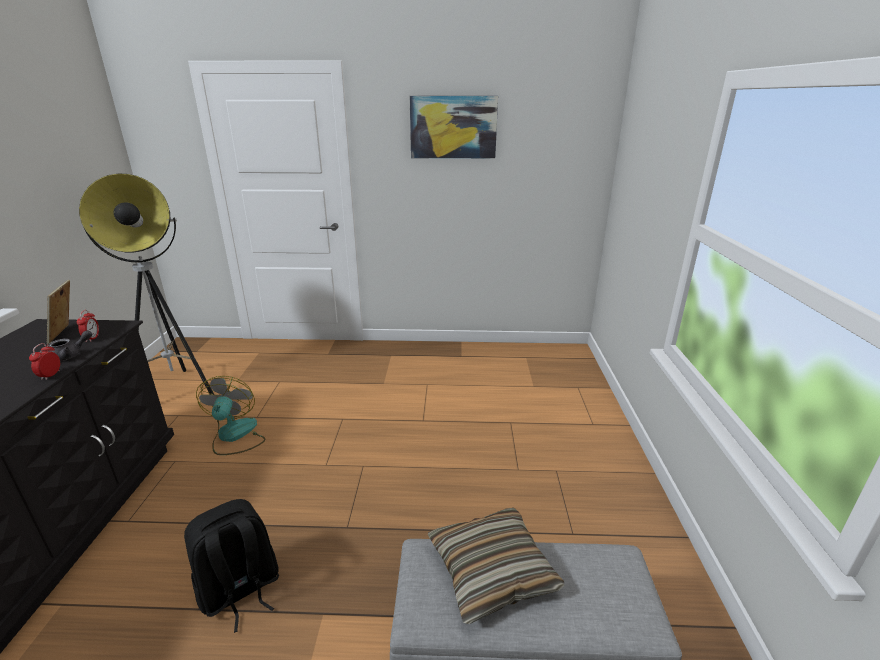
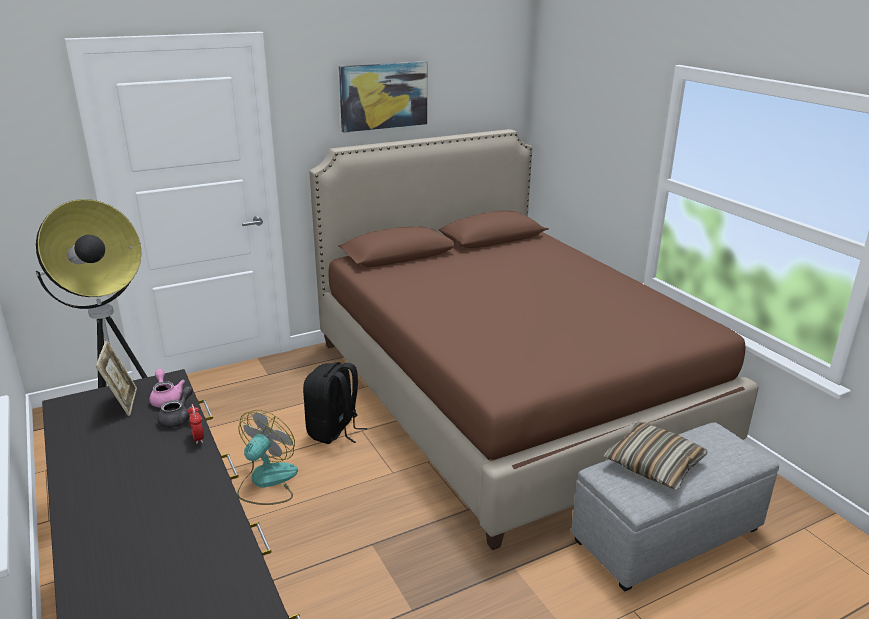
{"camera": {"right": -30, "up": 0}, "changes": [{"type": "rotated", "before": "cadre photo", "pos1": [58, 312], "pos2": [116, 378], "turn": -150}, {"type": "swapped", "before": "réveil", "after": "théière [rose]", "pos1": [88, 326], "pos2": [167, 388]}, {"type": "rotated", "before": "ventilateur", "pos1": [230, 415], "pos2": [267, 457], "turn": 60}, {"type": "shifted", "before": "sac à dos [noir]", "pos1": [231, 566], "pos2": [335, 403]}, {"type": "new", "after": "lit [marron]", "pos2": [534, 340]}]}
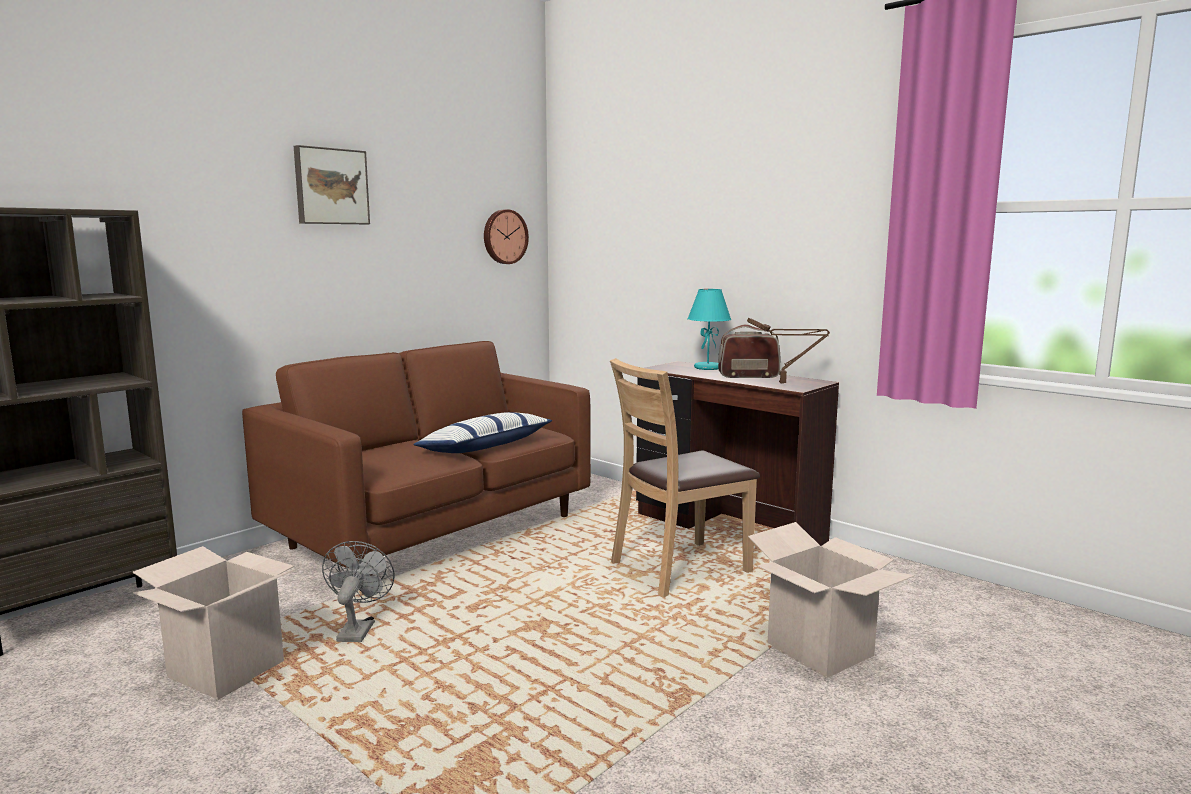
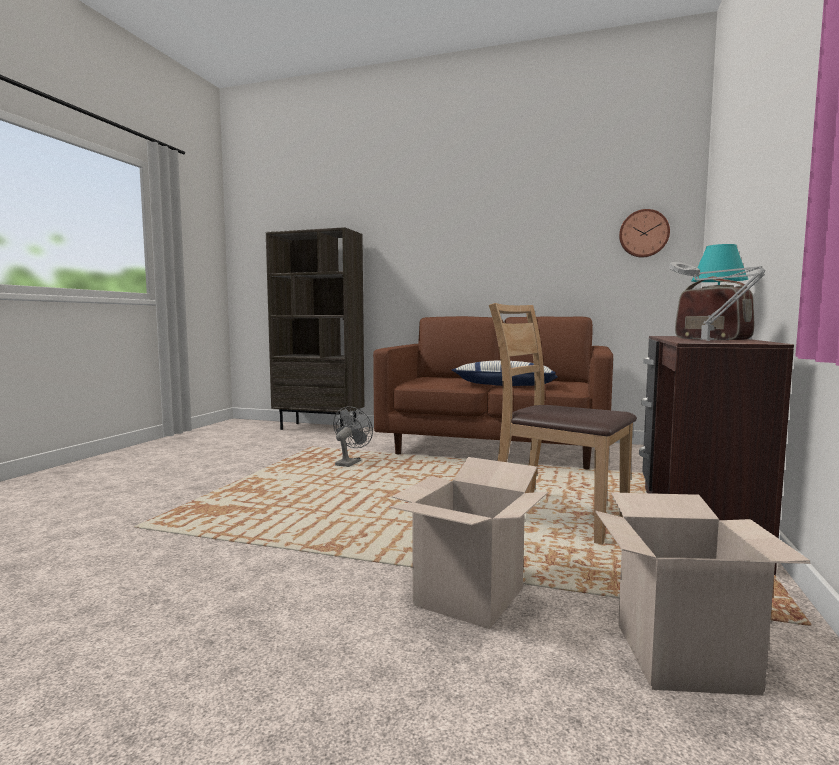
{"camera": {"right": 65, "up": -5}, "changes": [{"type": "gone", "before": "tableau", "pos1": [332, 184]}, {"type": "repainted", "before": "lampe de table [marron]", "after": "lampe de table [gris]", "pos1": [788, 351], "pos2": [717, 301]}, {"type": "rotated", "before": "ventilateur [gris]", "pos1": [358, 591], "pos2": [353, 436], "turn": -45}, {"type": "shifted", "before": "carton", "pos1": [216, 623], "pos2": [703, 594]}]}
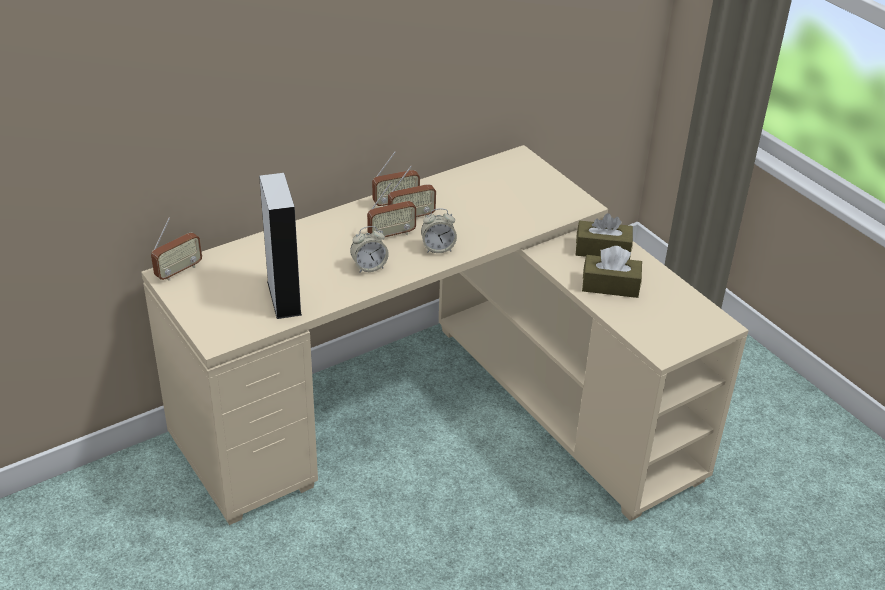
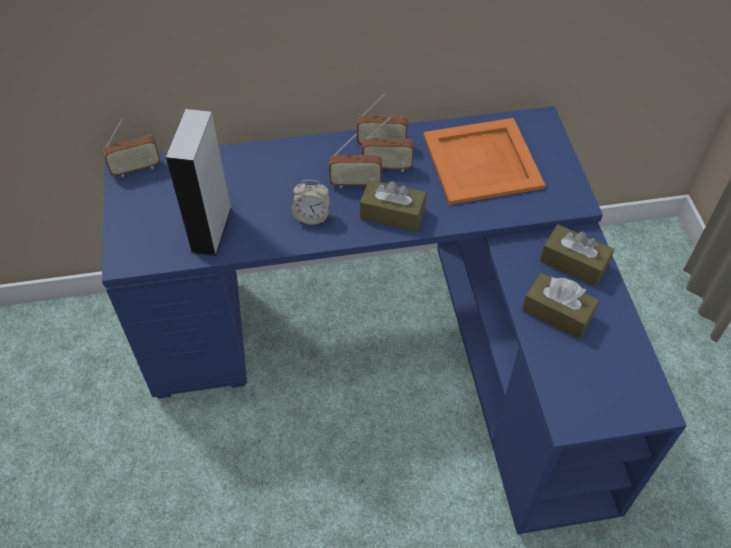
{"camera": {"right": 25, "up": 15}, "changes": [{"type": "repainted", "before": "bureau [beige]", "after": "bureau [bleu]", "pos1": [445, 335], "pos2": [394, 320]}, {"type": "swapped", "before": "réveil", "after": "boîte à mouchoirs [marron]", "pos1": [439, 230], "pos2": [393, 206]}, {"type": "new", "after": "plateau [orange]", "pos2": [484, 161]}]}
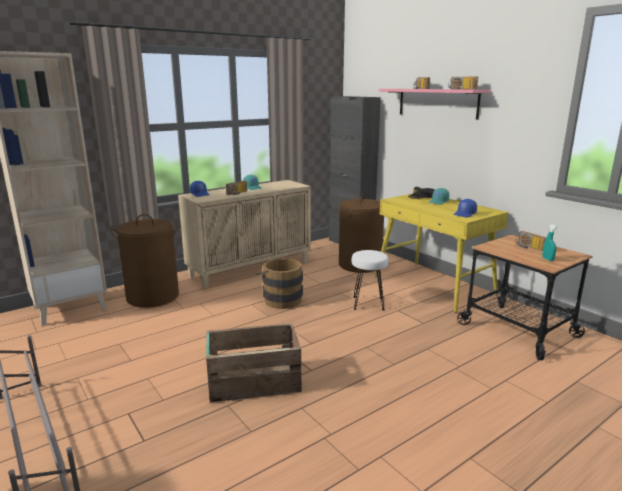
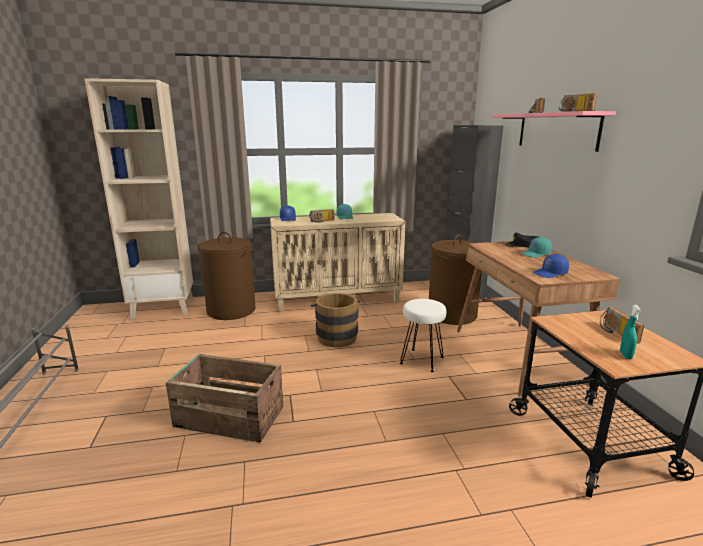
{"camera": {"right": 25, "up": 0}, "changes": [{"type": "repainted", "before": "bureau [jaune]", "after": "bureau [marron]", "pos1": [441, 253], "pos2": [538, 318]}]}
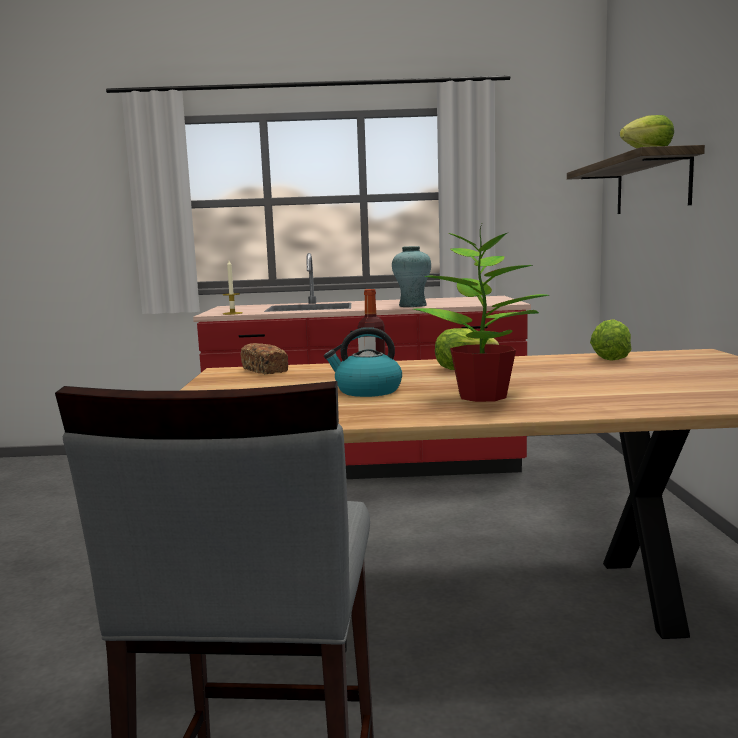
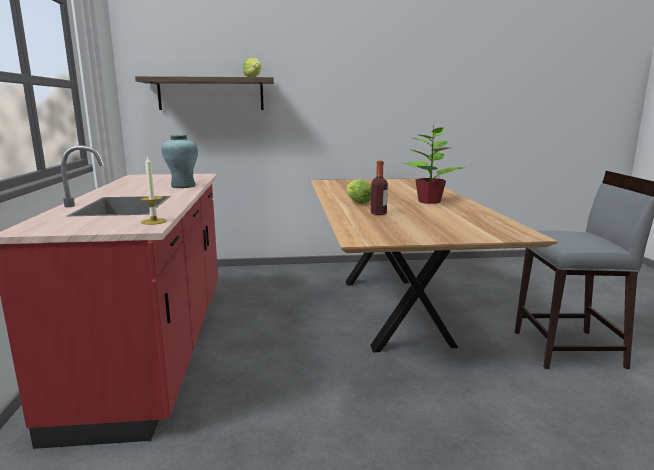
{"camera": {"right": -95, "up": 5}, "changes": [{"type": "gone", "before": "laitue", "pos1": [611, 340]}, {"type": "gone", "before": "bouilloire", "pos1": [363, 362]}, {"type": "gone", "before": "pain", "pos1": [264, 358]}]}
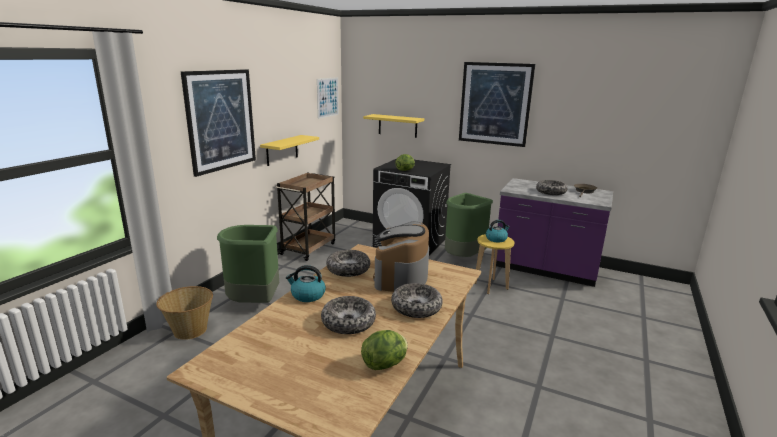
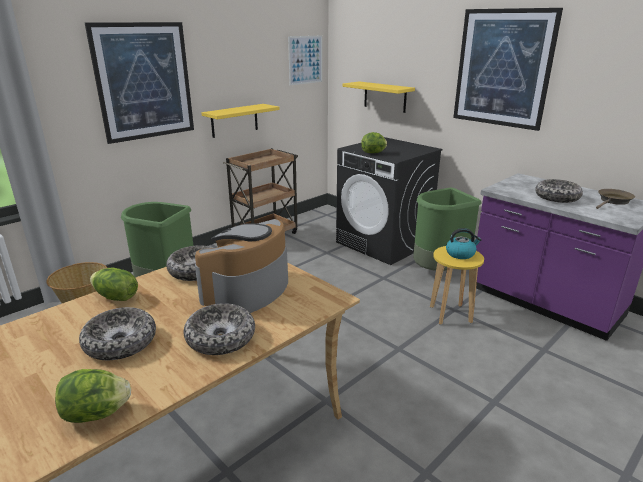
{"camera": {"right": 20, "up": 5}, "changes": [{"type": "swapped", "before": "bouilloire", "after": "laitue", "pos1": [306, 283], "pos2": [114, 284]}]}
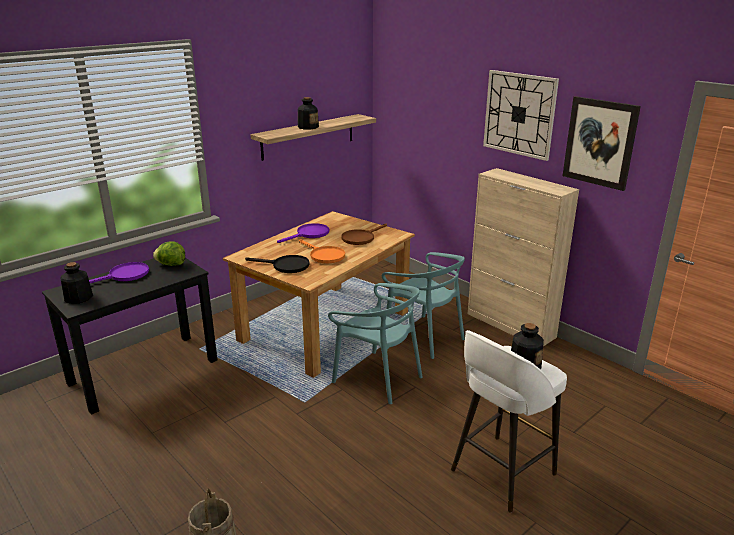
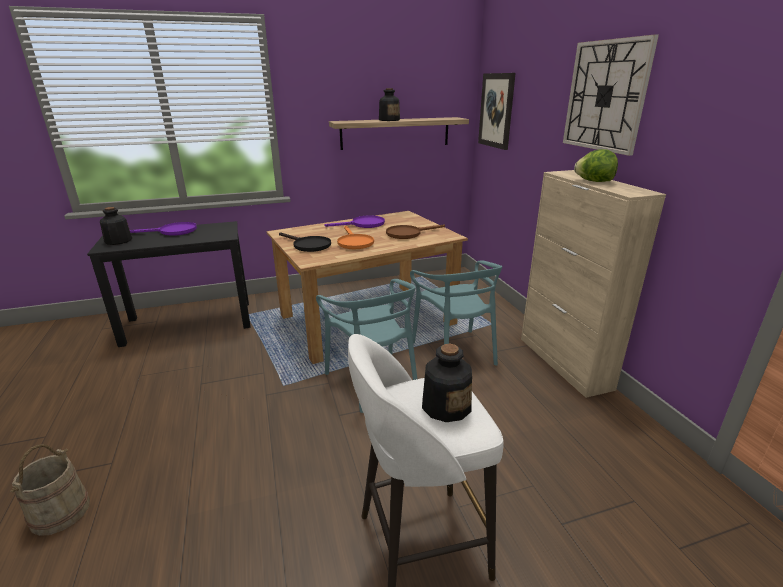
{"camera": {"right": 25, "up": 0}, "changes": [{"type": "shifted", "before": "tableau", "pos1": [602, 143], "pos2": [496, 111]}, {"type": "shifted", "before": "laitue", "pos1": [169, 253], "pos2": [596, 165]}]}
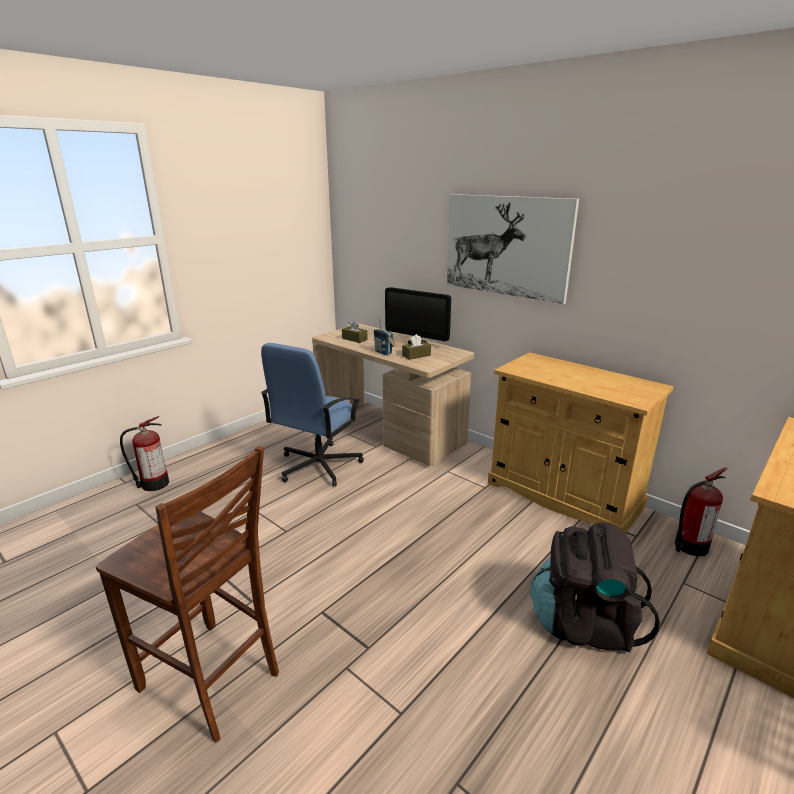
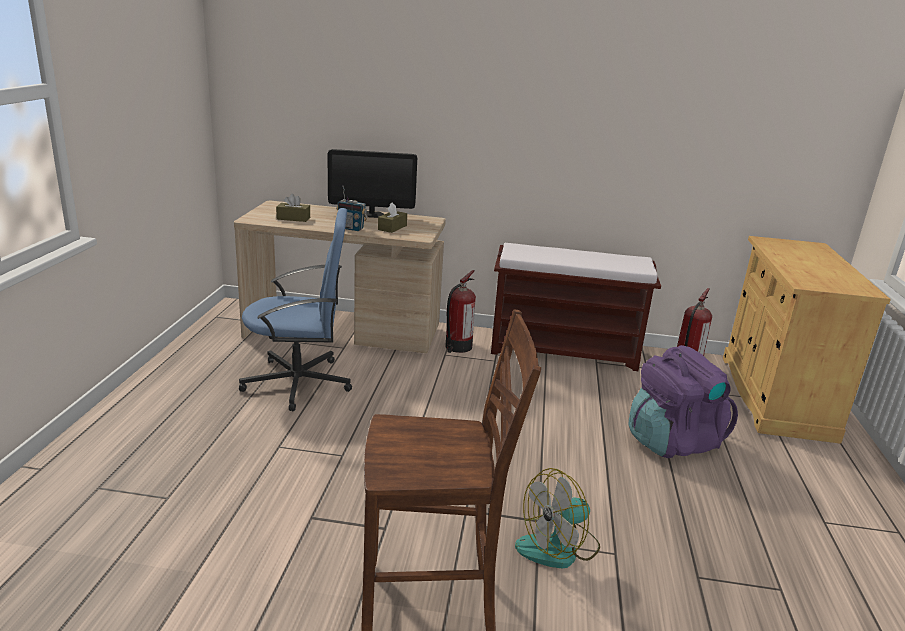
{"camera": {"right": -35, "up": 0}, "changes": [{"type": "gone", "before": "tableau", "pos1": [513, 249]}, {"type": "rotated", "before": "chaise de bureau [bleu]", "pos1": [312, 415], "pos2": [295, 309], "turn": -90}, {"type": "swapped", "before": "meuble de rangement [beige]", "after": "banc [marron]", "pos1": [581, 442], "pos2": [576, 307]}, {"type": "shifted", "before": "extincteur", "pos1": [144, 453], "pos2": [460, 311]}, {"type": "repainted", "before": "sac à dos [noir]", "after": "sac à dos [violet]", "pos1": [595, 587], "pos2": [683, 401]}, {"type": "new", "after": "ventilateur", "pos2": [557, 518]}]}
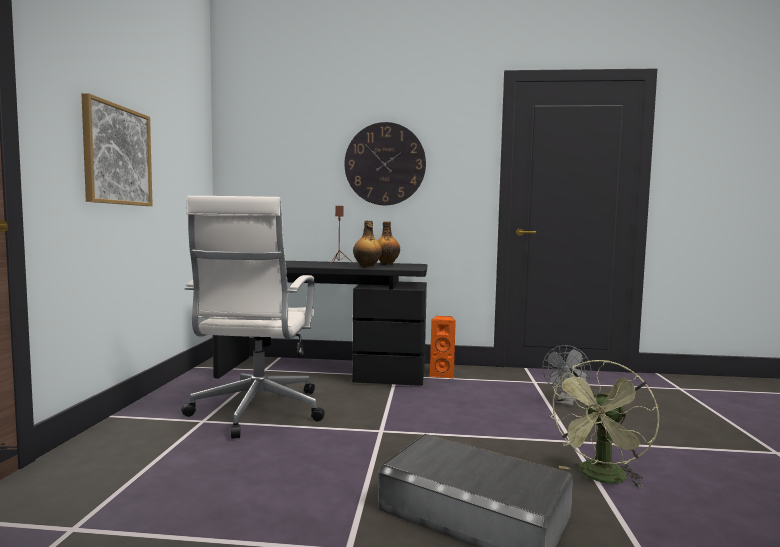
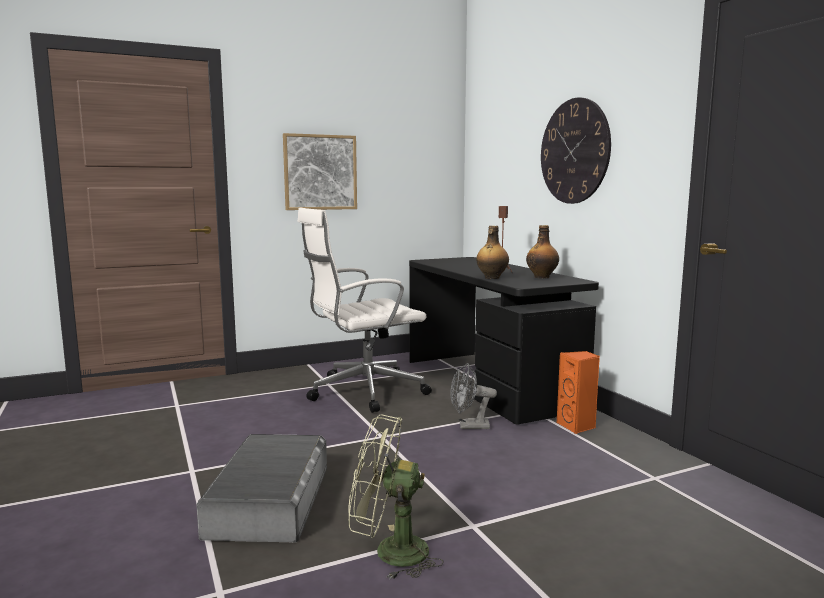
{"camera": {"right": 60, "up": 5}, "changes": [{"type": "shifted", "before": "ventilateur [gris]", "pos1": [566, 376], "pos2": [473, 396]}]}
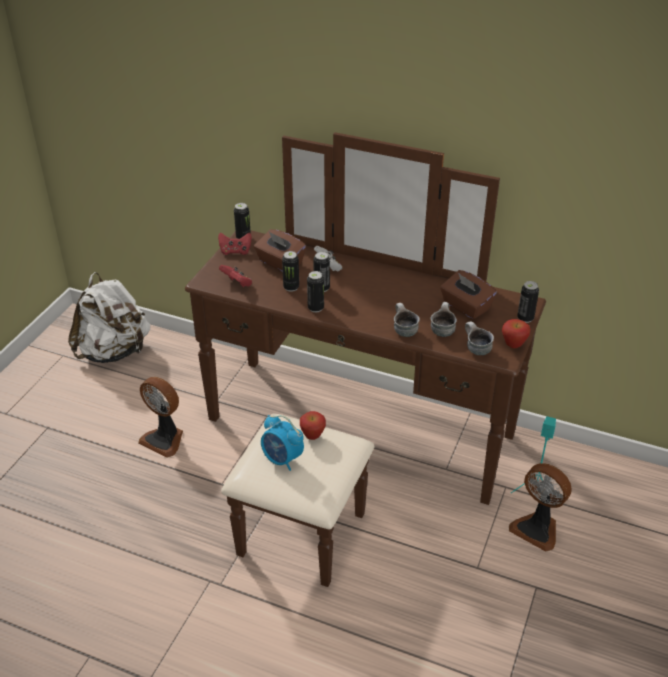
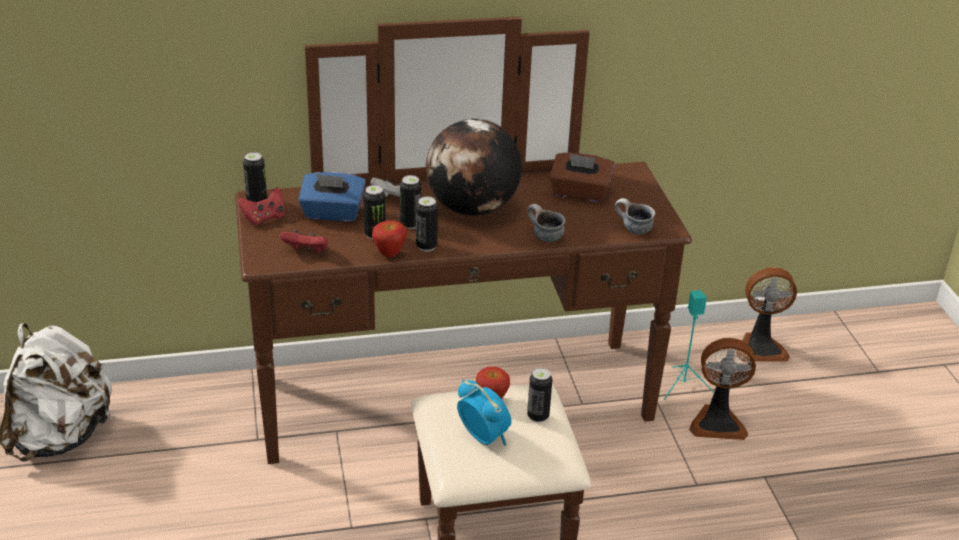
{"camera": {"right": -35, "up": -5}, "changes": [{"type": "repainted", "before": "boîte à mouchoirs [marron]", "after": "boîte à mouchoirs [bleu]", "pos1": [280, 250], "pos2": [332, 197]}, {"type": "shifted", "before": "boîte métallique", "pos1": [528, 302], "pos2": [539, 395]}, {"type": "gone", "before": "mug", "pos1": [444, 319]}, {"type": "shifted", "before": "pomme", "pos1": [516, 333], "pos2": [389, 238]}, {"type": "shifted", "before": "ventilateur", "pos1": [160, 417], "pos2": [766, 314]}, {"type": "rotated", "before": "réveil", "pos1": [282, 443], "pos2": [484, 412], "turn": -135}, {"type": "new", "after": "globe", "pos2": [474, 167]}]}
